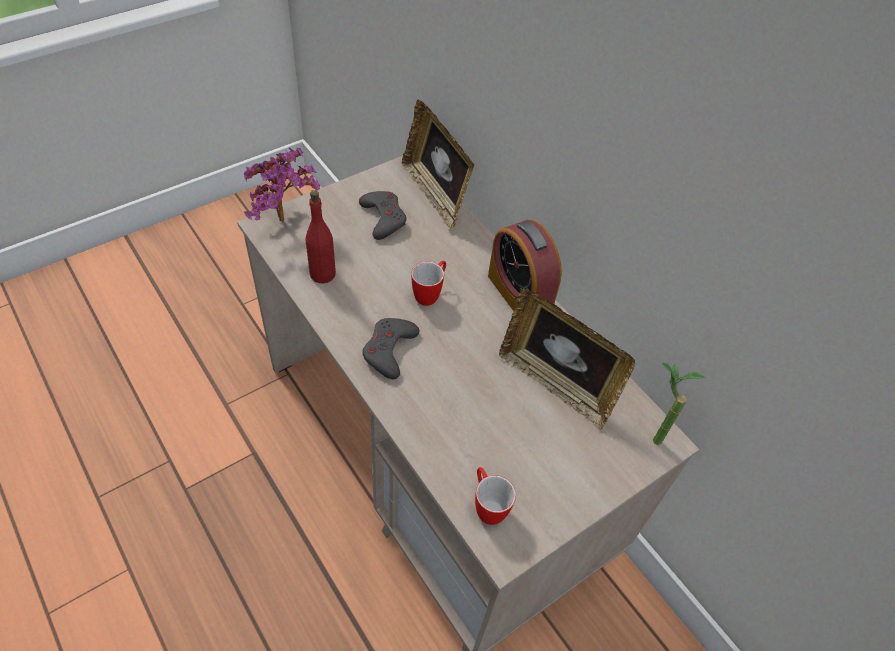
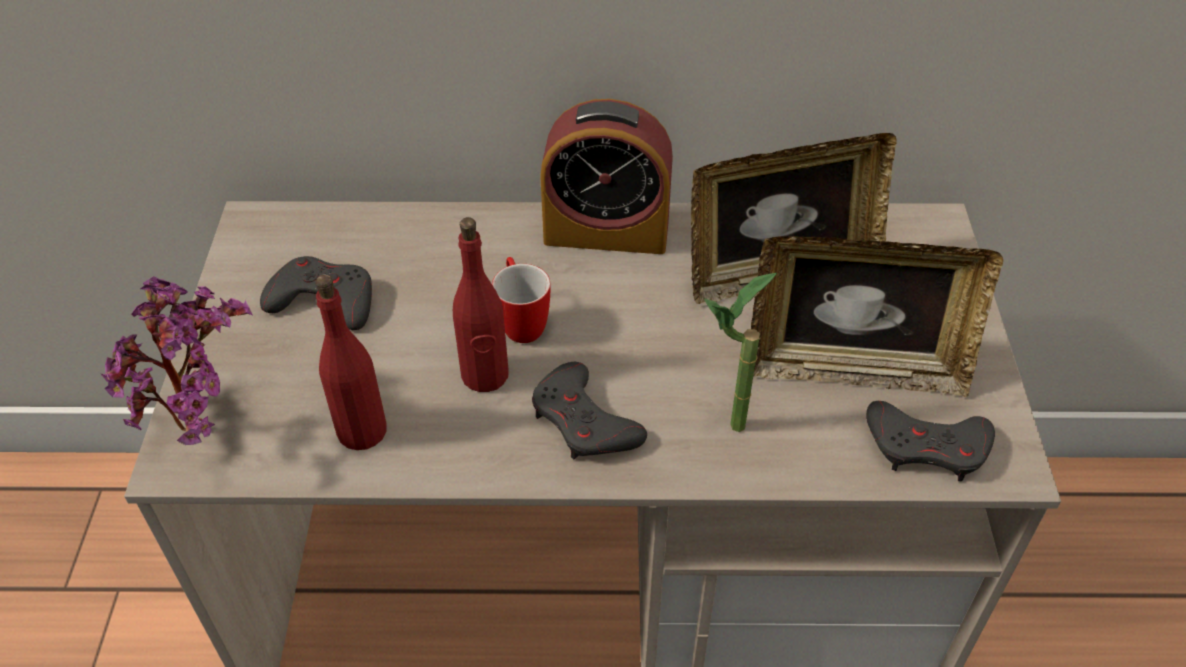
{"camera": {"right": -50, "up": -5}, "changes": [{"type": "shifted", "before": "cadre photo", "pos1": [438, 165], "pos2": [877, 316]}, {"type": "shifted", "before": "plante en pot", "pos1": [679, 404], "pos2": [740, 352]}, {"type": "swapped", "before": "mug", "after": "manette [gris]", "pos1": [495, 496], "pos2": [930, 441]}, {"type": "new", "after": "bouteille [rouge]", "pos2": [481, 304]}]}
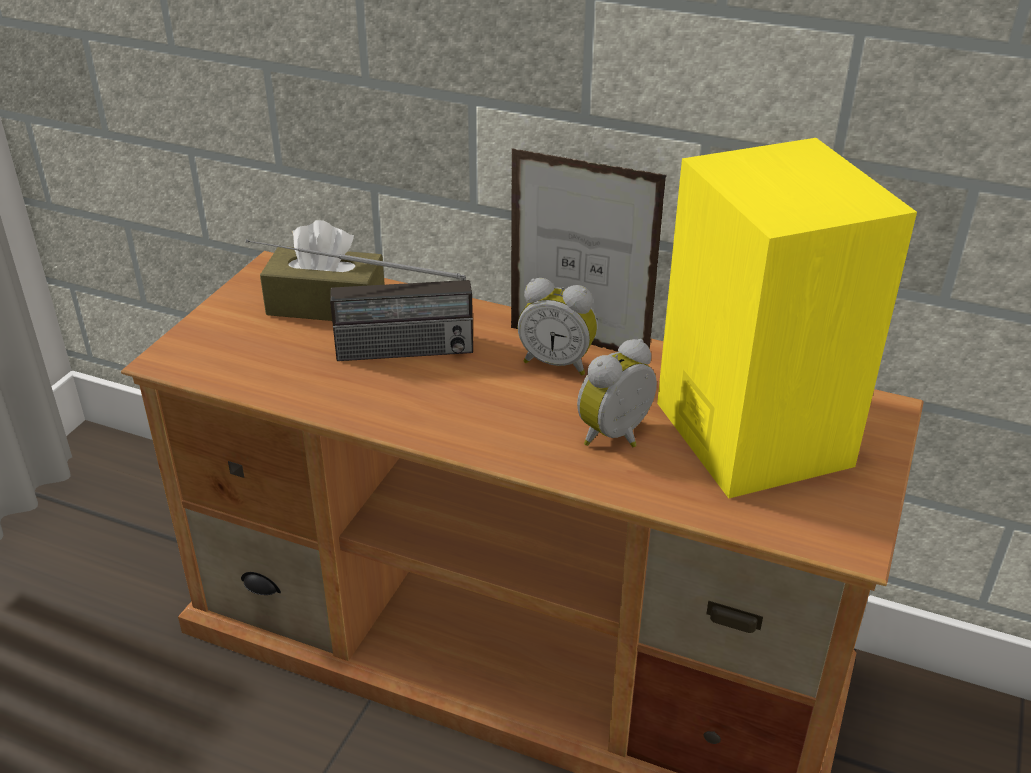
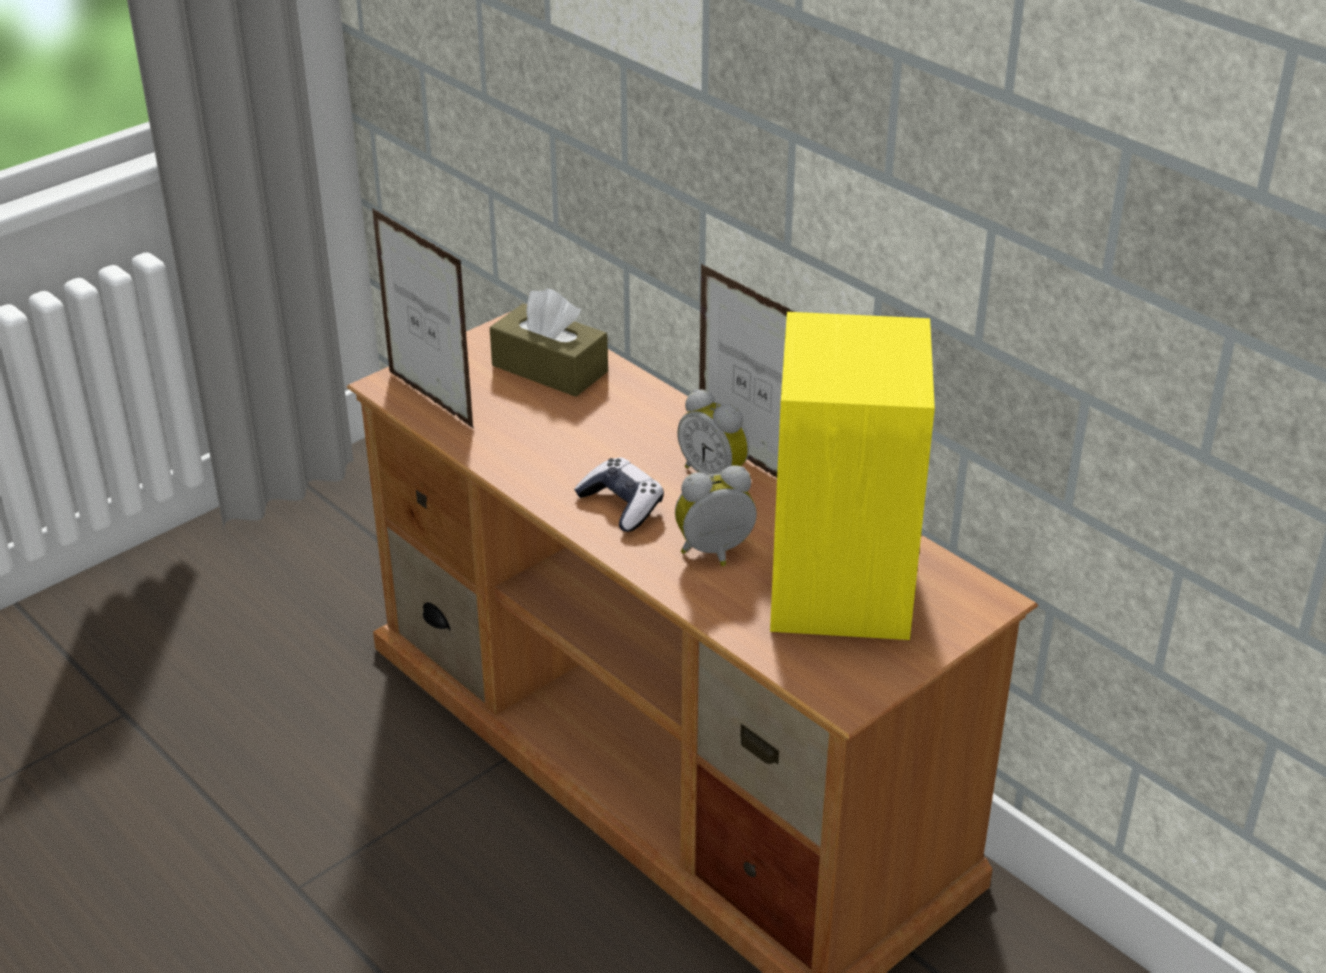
{"camera": {"right": 25, "up": 0}, "changes": [{"type": "gone", "before": "radio", "pos1": [359, 300]}, {"type": "new", "after": "cadre photo", "pos2": [423, 318]}, {"type": "new", "after": "manette", "pos2": [619, 495]}]}
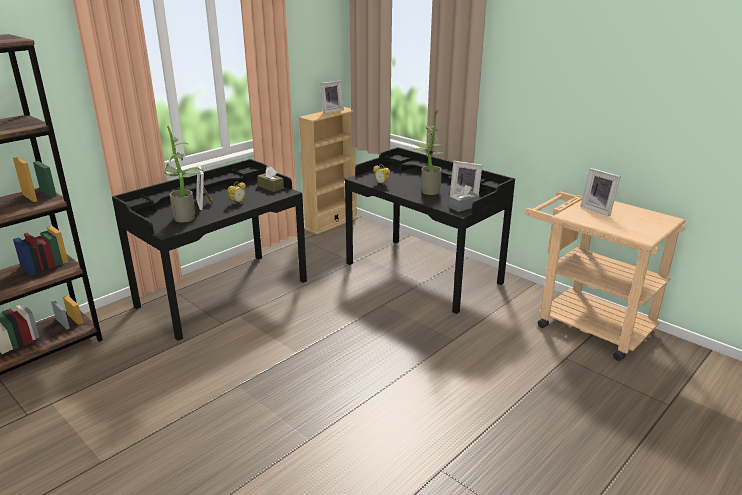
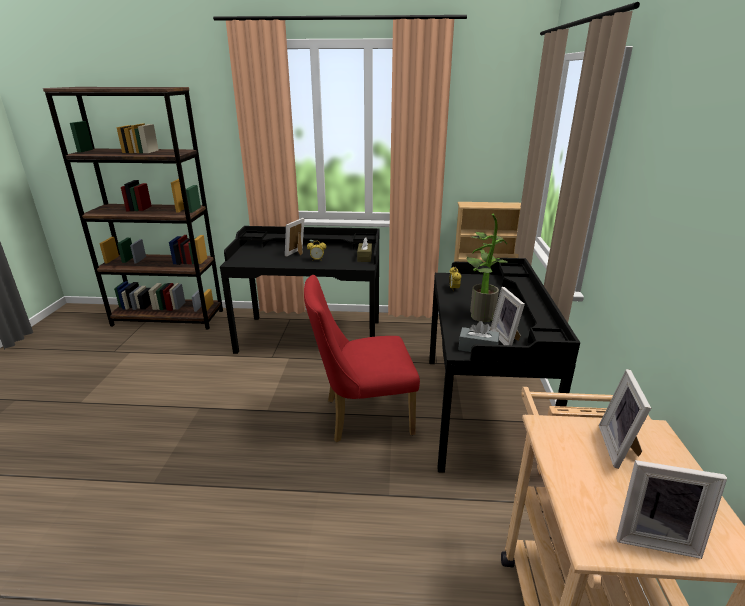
{"camera": {"right": 50, "up": 0}, "changes": [{"type": "shifted", "before": "cadre photo", "pos1": [332, 97], "pos2": [671, 509]}, {"type": "gone", "before": "plante en pot", "pos1": [184, 174]}, {"type": "new", "after": "chaise [rouge]", "pos2": [362, 358]}]}
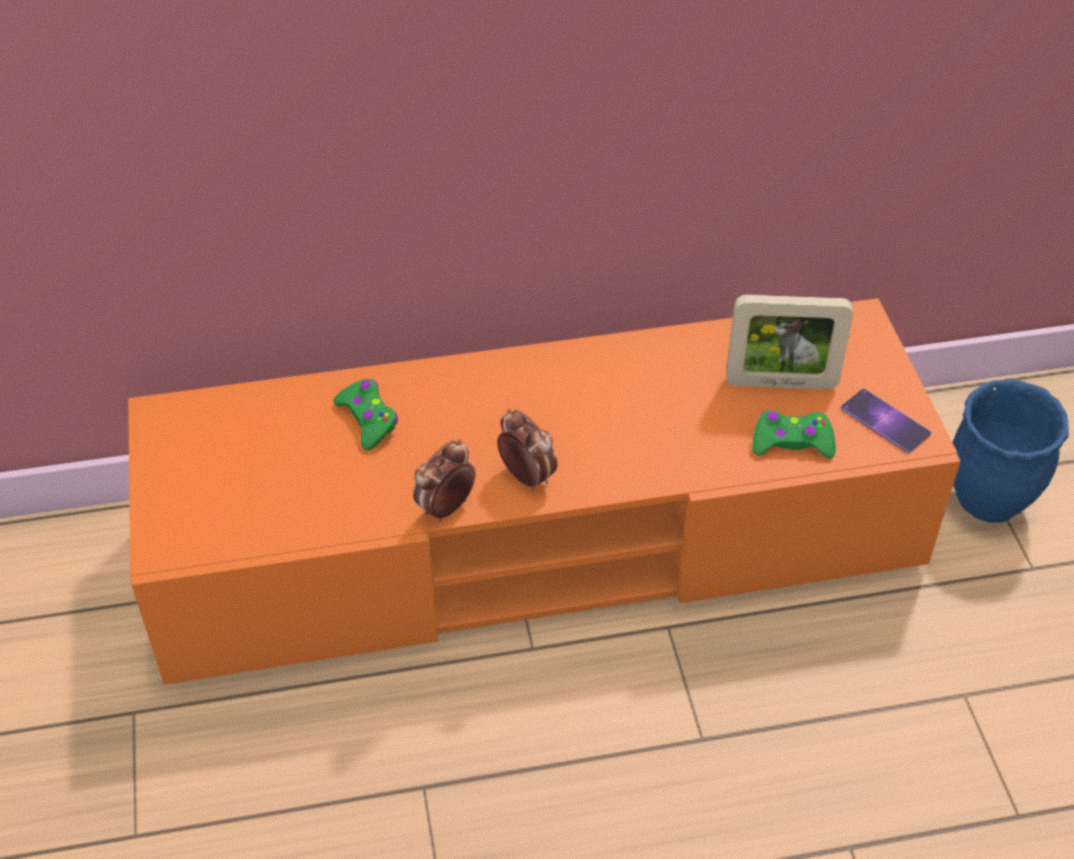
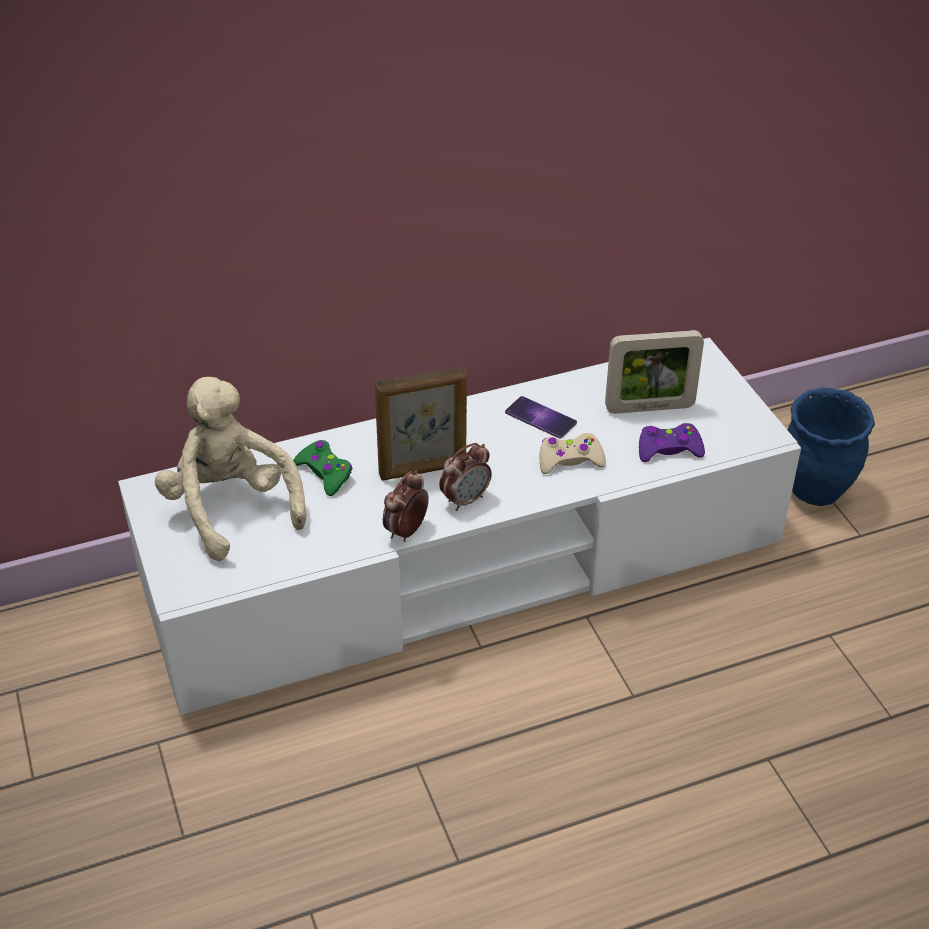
{"camera": {"right": -10, "up": -5}, "changes": [{"type": "repainted", "before": "meuble télé [orange]", "after": "meuble télé [blanc]", "pos1": [544, 491], "pos2": [459, 526]}, {"type": "shifted", "before": "téléphone", "pos1": [885, 421], "pos2": [541, 417]}, {"type": "rotated", "before": "réveil", "pos1": [527, 450], "pos2": [465, 477], "turn": 105}, {"type": "repainted", "before": "manette [vert]", "after": "manette [violet]", "pos1": [794, 434], "pos2": [672, 442]}, {"type": "new", "after": "cadre photo", "pos2": [421, 423]}, {"type": "new", "after": "peluche [beige]", "pos2": [230, 469]}, {"type": "new", "after": "manette [beige]", "pos2": [573, 453]}]}
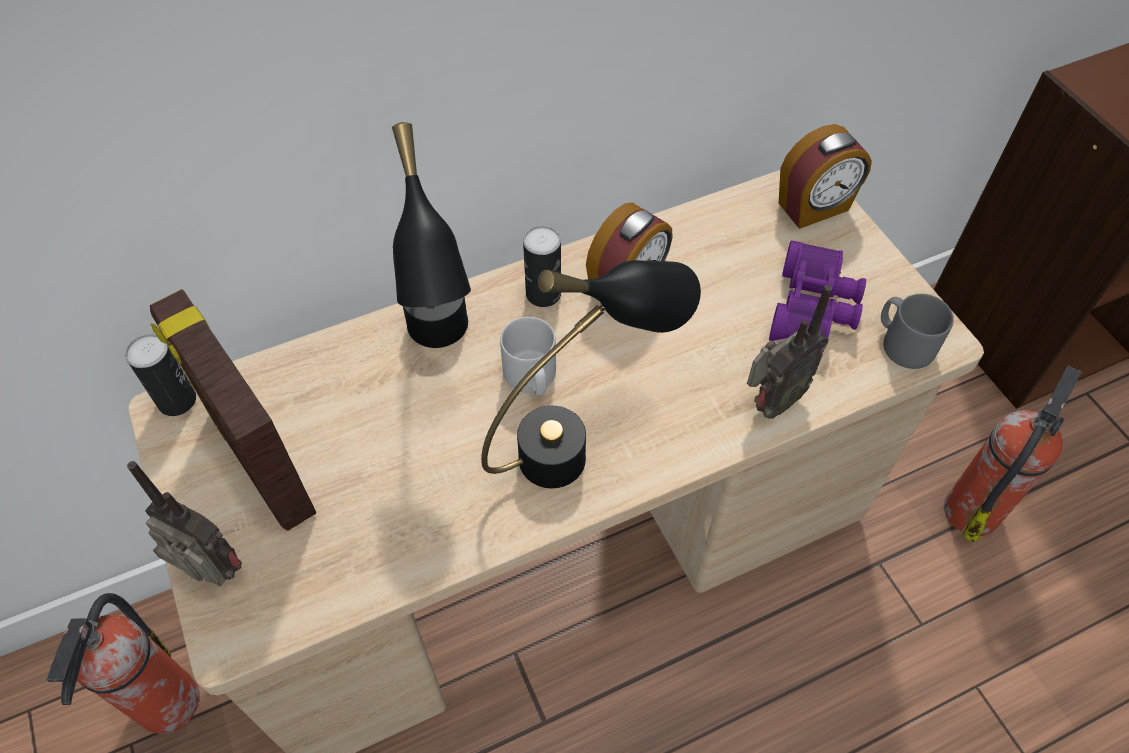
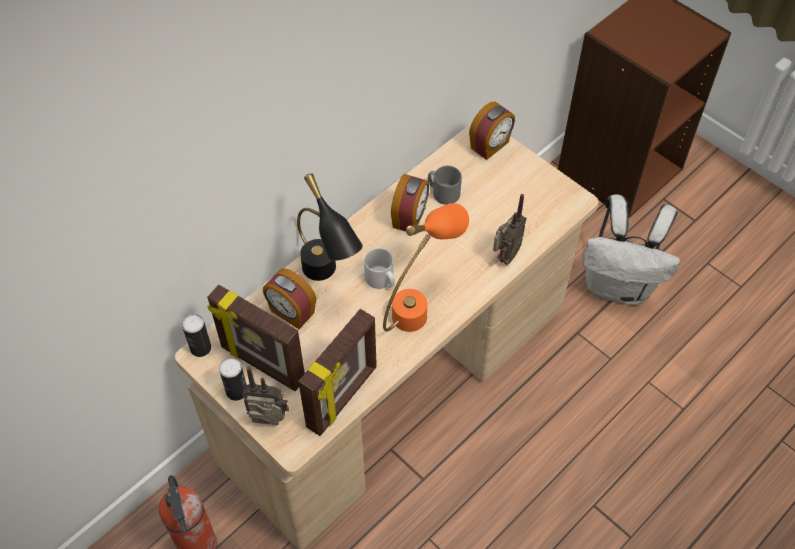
{"camera": {"right": -20, "up": 0}, "changes": [{"type": "shifted", "before": "boîte métallique", "pos1": [542, 266], "pos2": [233, 379]}, {"type": "gone", "before": "jumelles [violet]", "pos1": [817, 296]}, {"type": "repainted", "before": "lampe de table [noir]", "after": "lampe de table [orange]", "pos1": [591, 374], "pos2": [426, 267]}, {"type": "shifted", "before": "mug [gris]", "pos1": [917, 331], "pos2": [445, 185]}, {"type": "swapped", "before": "extincteur", "after": "sac à dos [blanc]", "pos1": [1013, 454], "pos2": [631, 250]}, {"type": "new", "after": "réveil", "pos2": [290, 298]}, {"type": "new", "after": "cadre photo", "pos2": [337, 372]}]}
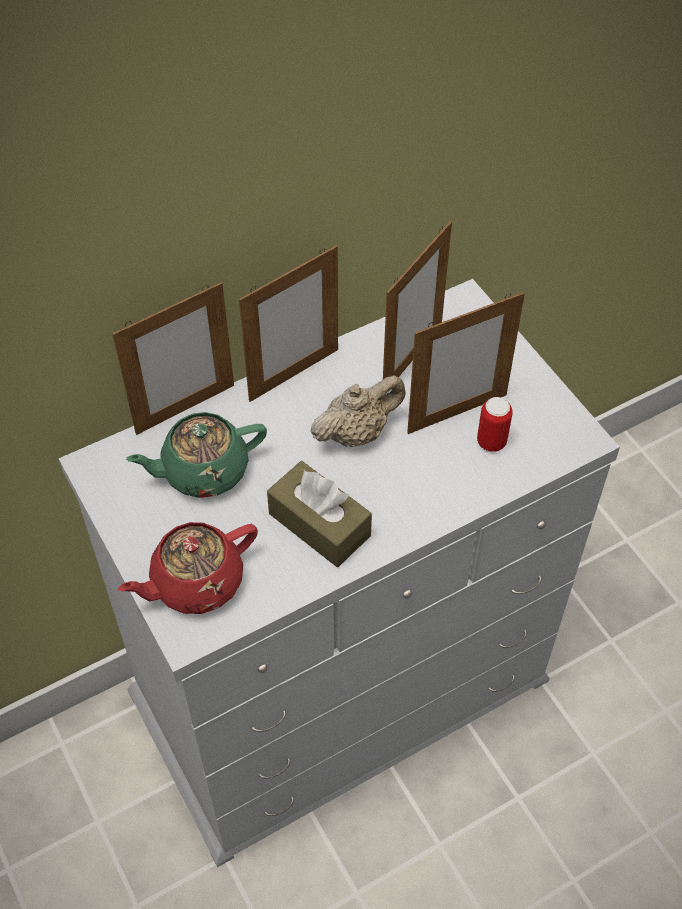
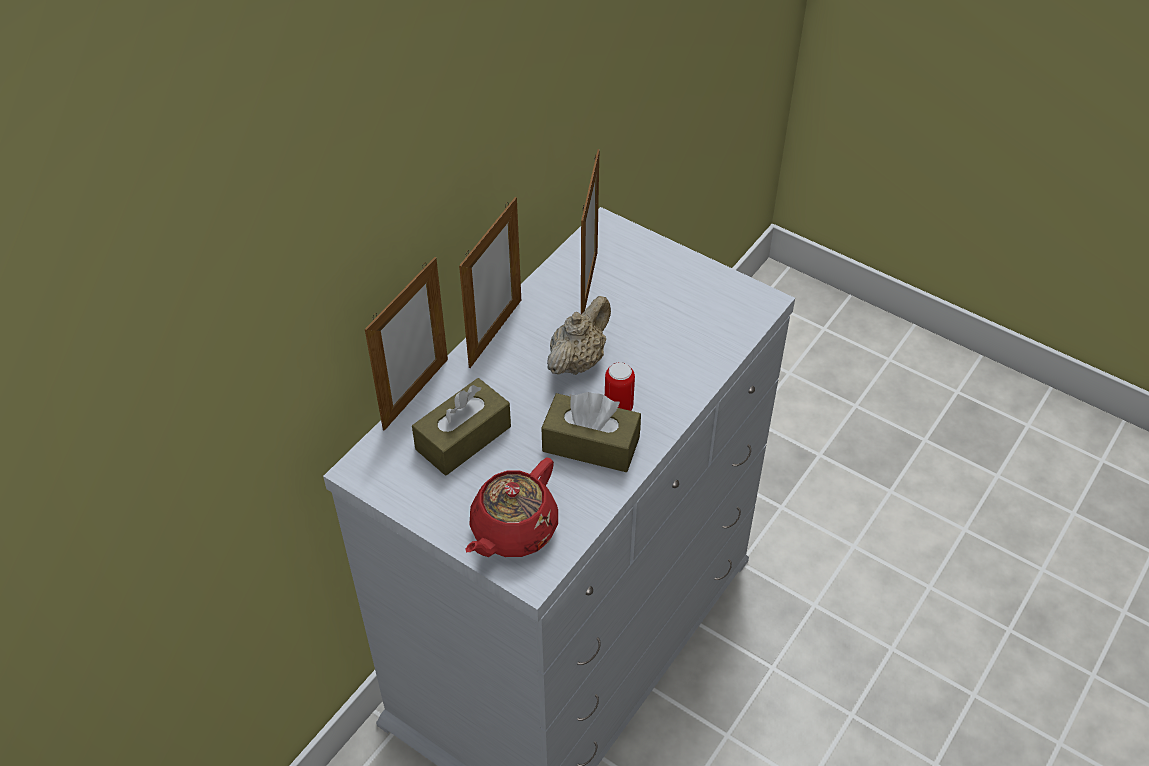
{"camera": {"right": -25, "up": -5}, "changes": [{"type": "gone", "before": "cadre photo", "pos1": [466, 363]}, {"type": "shifted", "before": "boîte métallique", "pos1": [495, 424], "pos2": [620, 386]}, {"type": "swapped", "before": "théière [vert]", "after": "boîte à mouchoirs [marron]", "pos1": [196, 455], "pos2": [461, 426]}]}
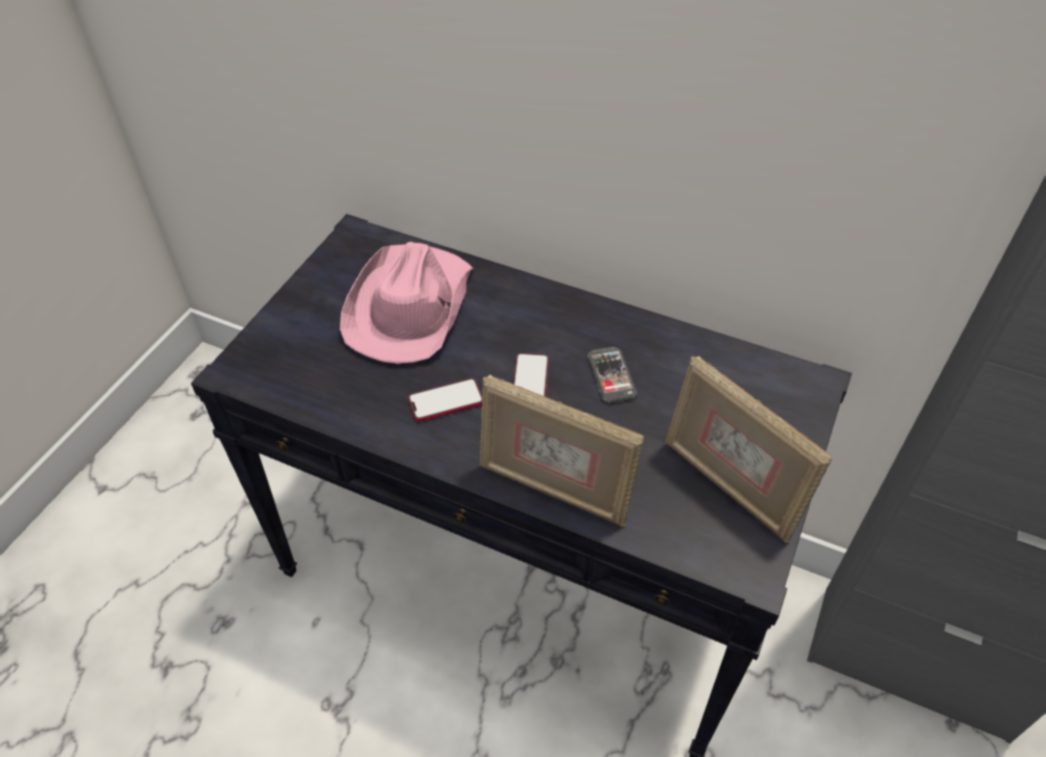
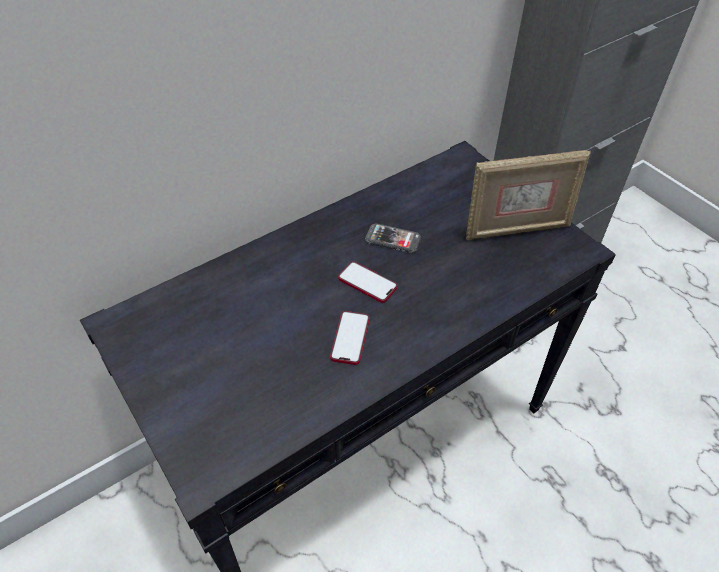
{"camera": {"right": -60, "up": 0}, "changes": [{"type": "gone", "before": "chapeau [rose]", "pos1": [407, 303]}, {"type": "gone", "before": "cadre photo", "pos1": [561, 451]}]}
